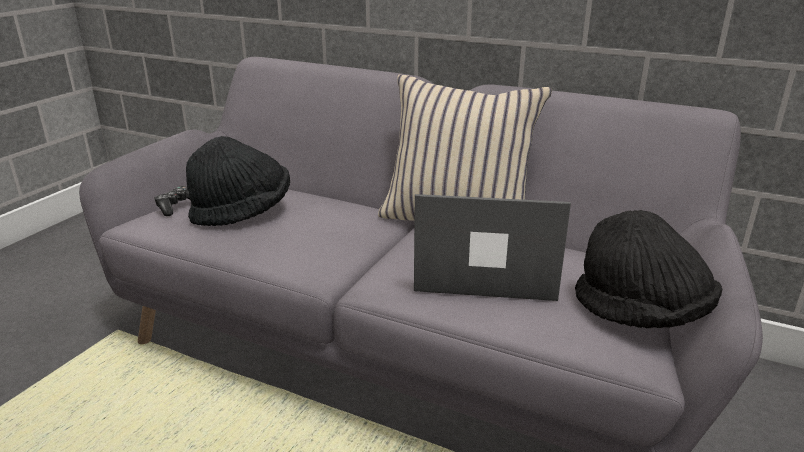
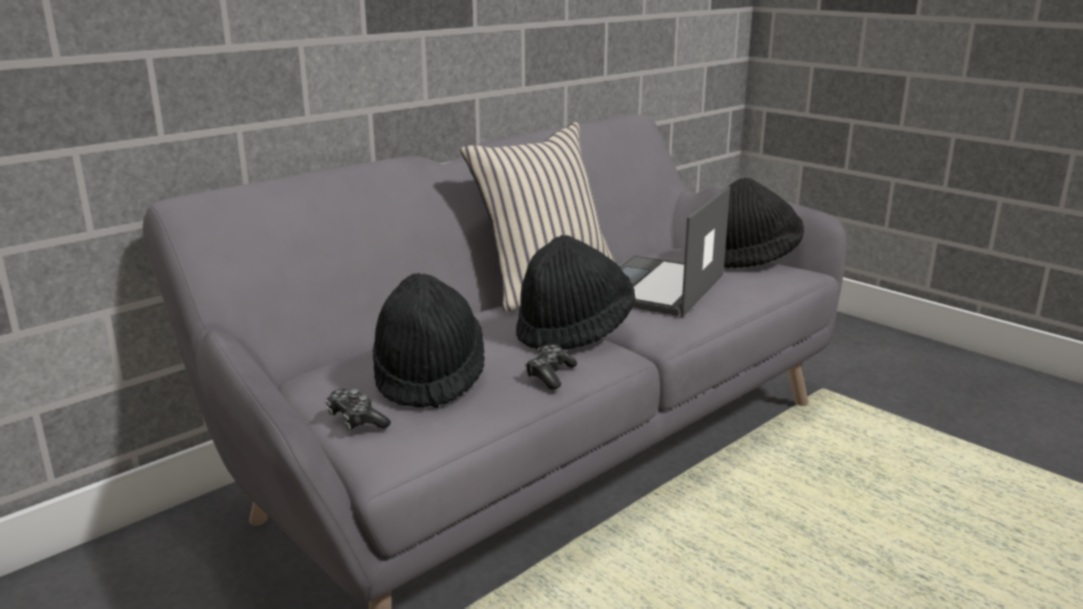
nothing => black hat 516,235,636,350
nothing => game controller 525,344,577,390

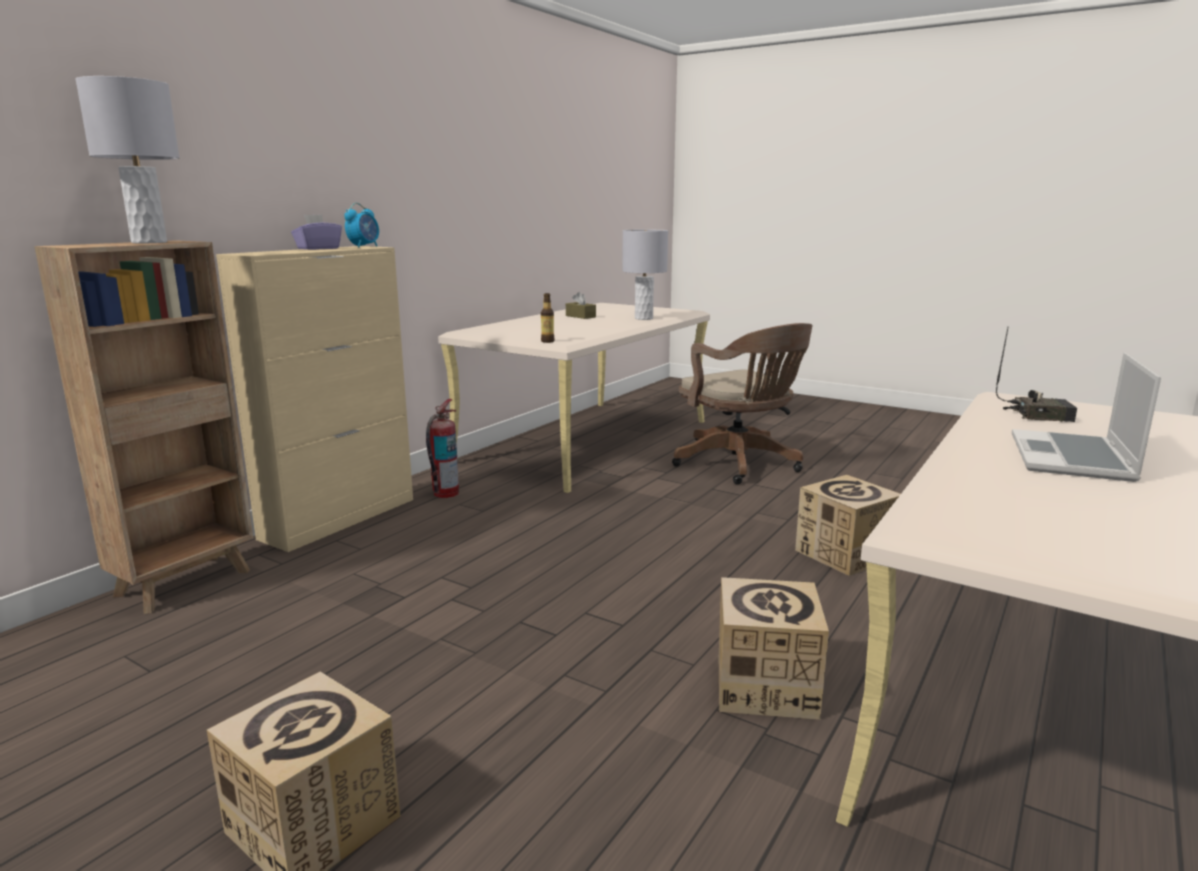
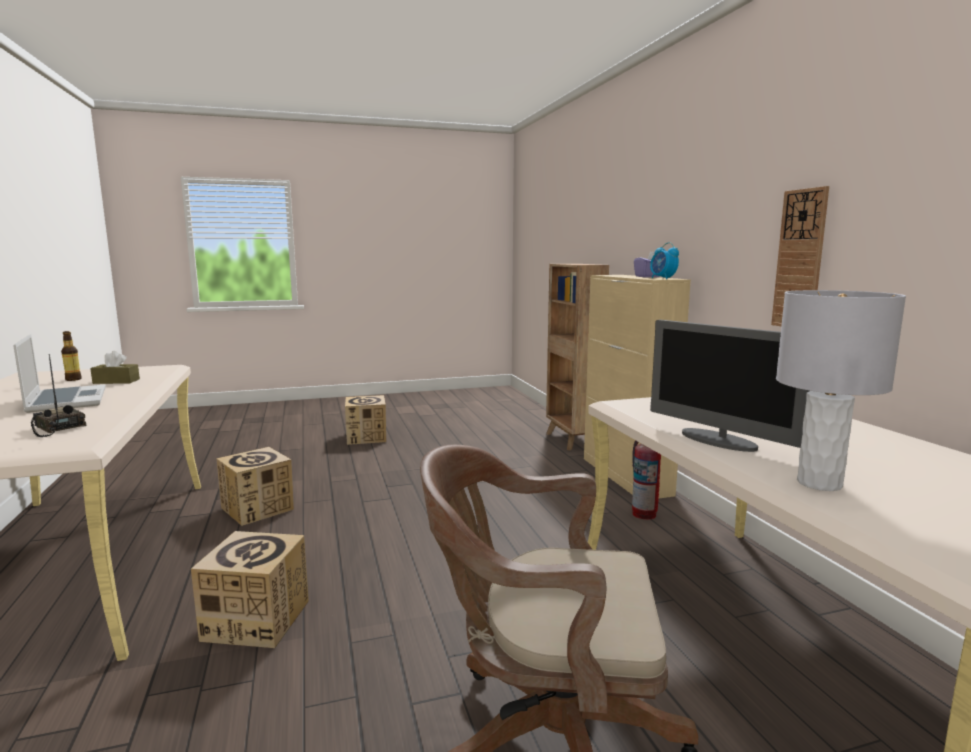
grey table lamp 75,76,180,243 => nothing
nothing => monitor 650,320,809,452
nothing => wall clock 771,186,829,326
bottle 541,293,555,343 => bottle 61,331,82,381, shifted
brown tissue box 566,292,596,319 => brown tissue box 90,351,140,384, shifted
radio 996,326,1077,422 => radio 31,354,87,437, 75 degrees clockwise

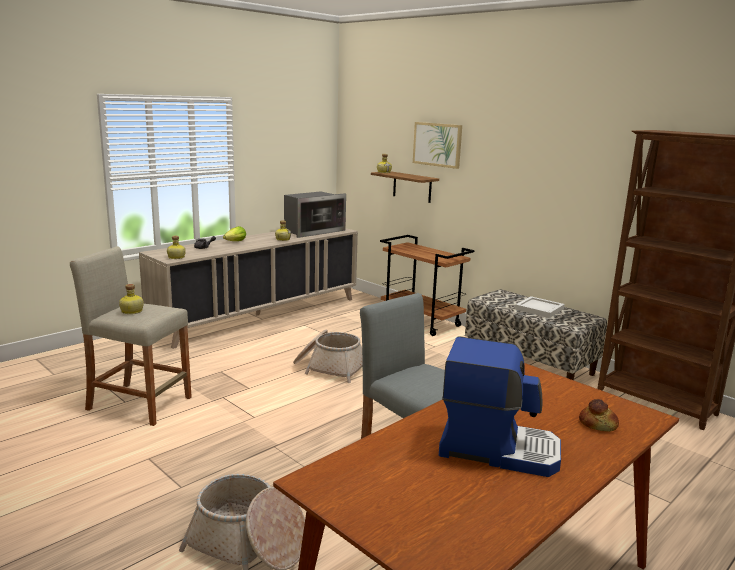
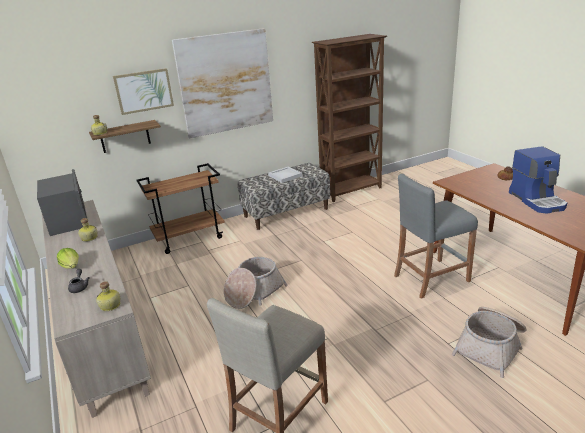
bottle 119,284,144,314 => nothing
nothing => picture 172,28,273,138
coffee machine 439,336,561,477 => coffee machine 509,146,567,214, 135 degrees clockwise

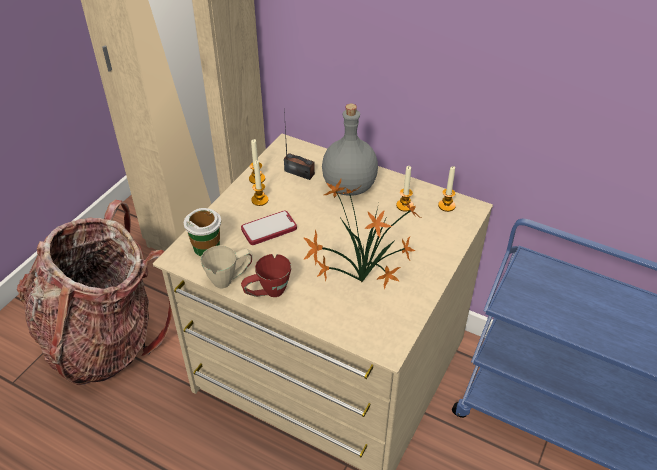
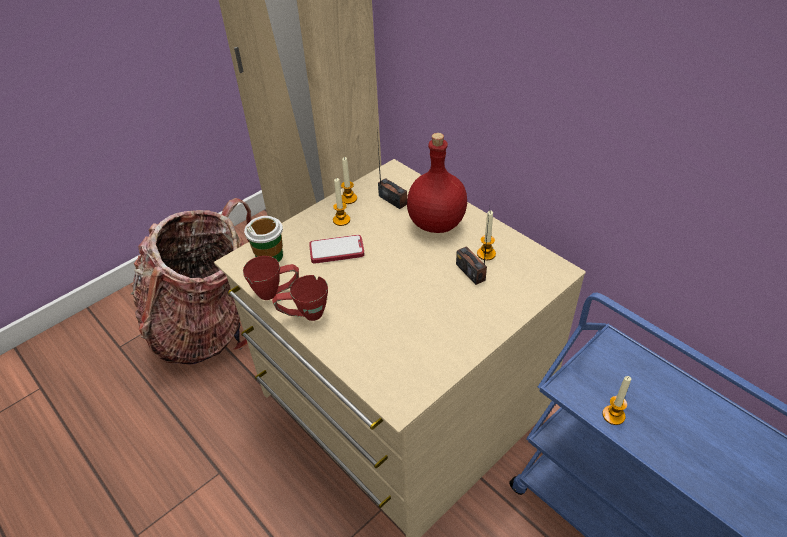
potted plant 303,179,422,289 => nothing
nothing => radio 456,206,490,285
candle 438,166,456,212 => candle 602,376,631,425, shifted
beige mug 201,246,252,288 => red mug 243,256,299,300
grey bottle 322,104,378,196 => red bottle 407,133,467,233

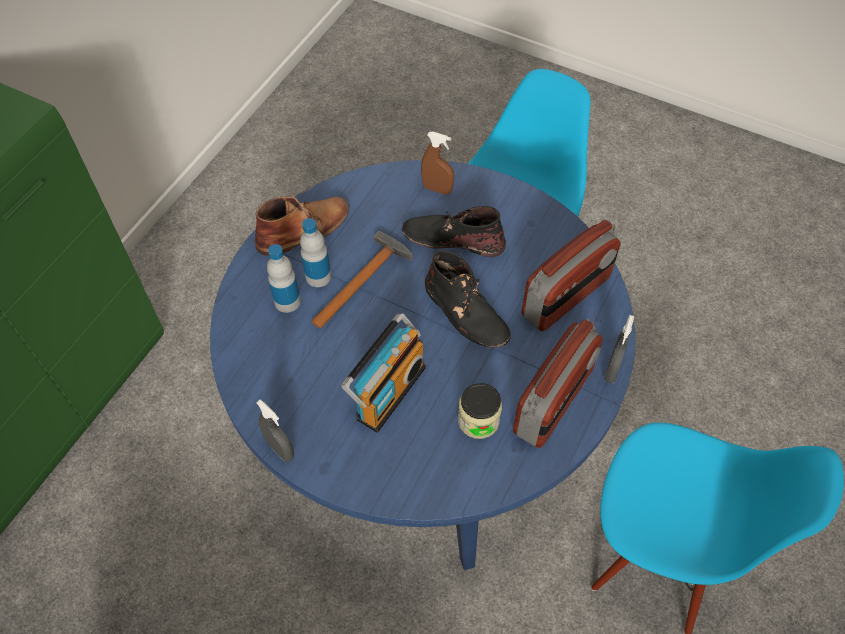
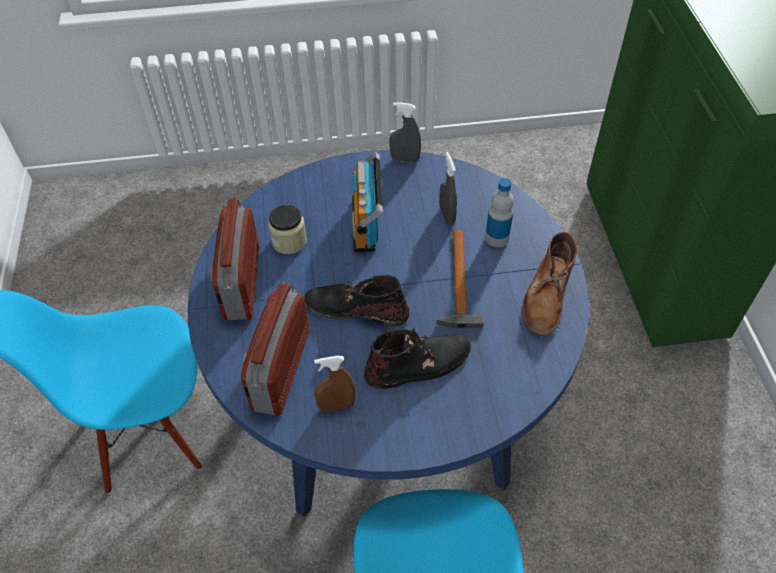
bottle 300,218,331,287 => nothing
brown spray bottle 421,132,454,195 => brown spray bottle 314,356,355,412, shifted
grey spray bottle 604,315,634,383 => grey spray bottle 439,152,457,225, shifted

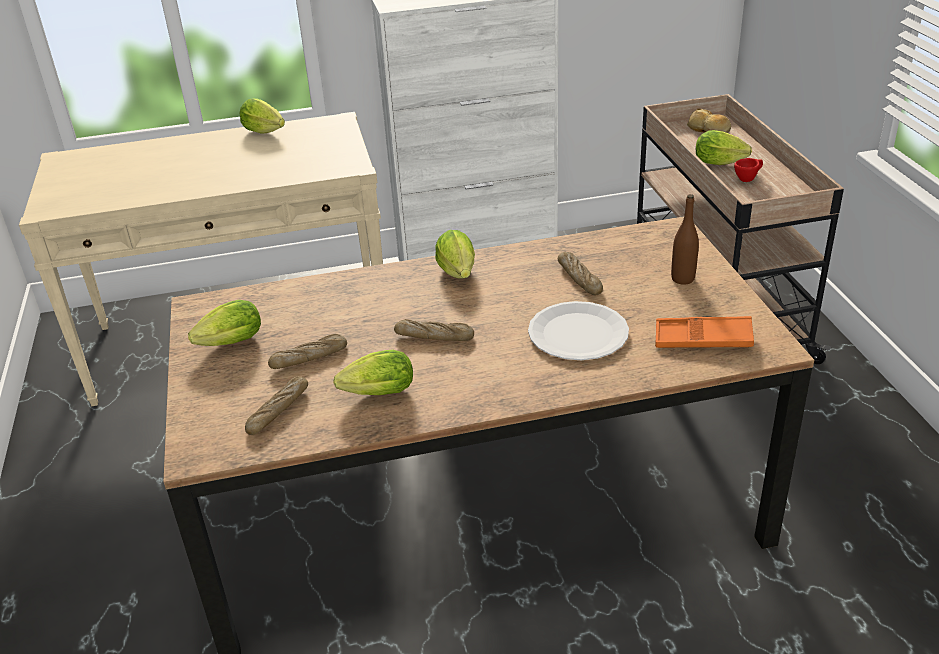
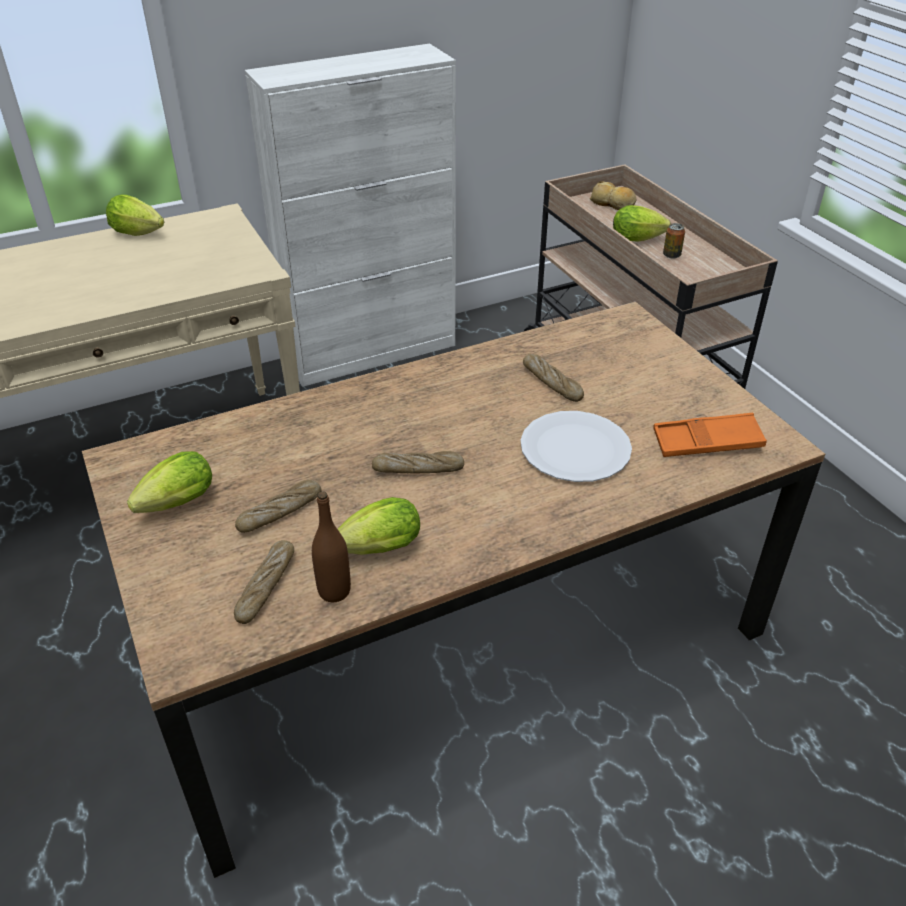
lettuce 435,230,475,279 => nothing
brown bottle 671,194,699,285 => brown bottle 312,492,351,602, shifted
red cup 734,158,763,182 => can 663,223,685,259

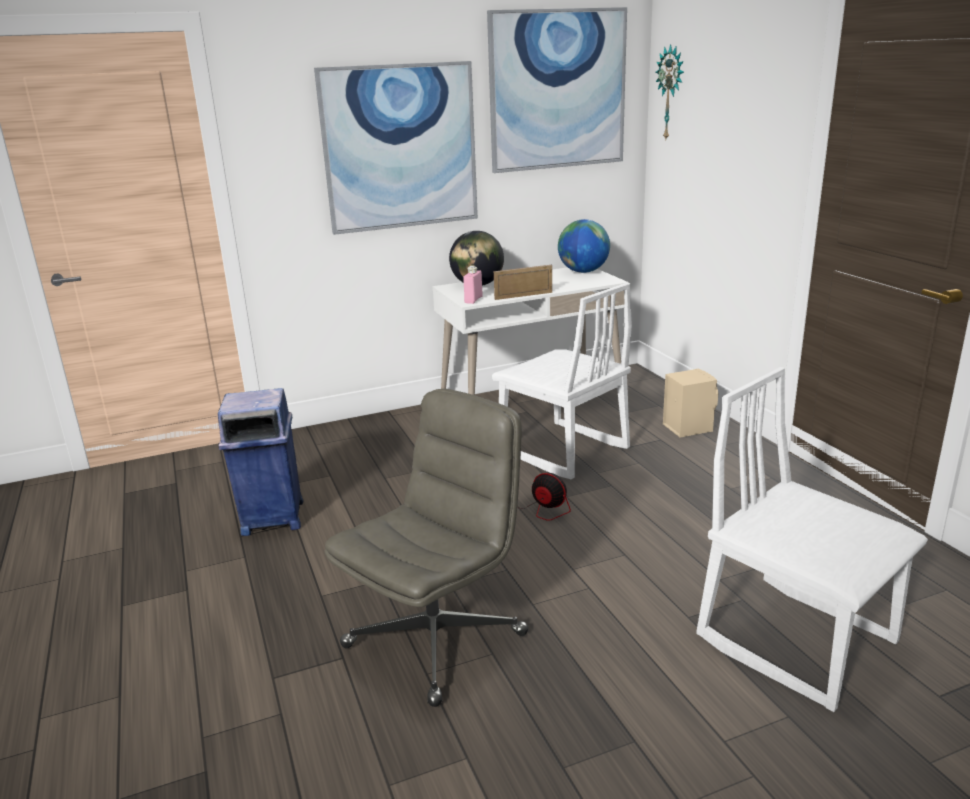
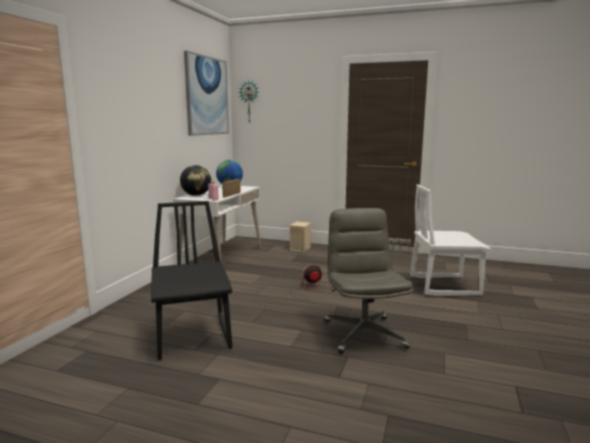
picture 314,61,478,235 => nothing
white chair 492,282,632,479 => nothing
blue trash can 218,388,303,536 => black chair 151,201,232,360

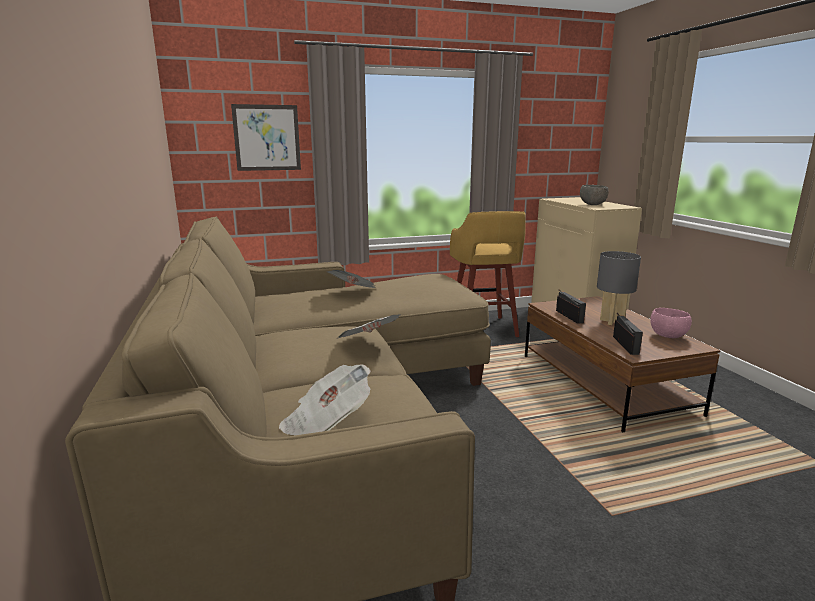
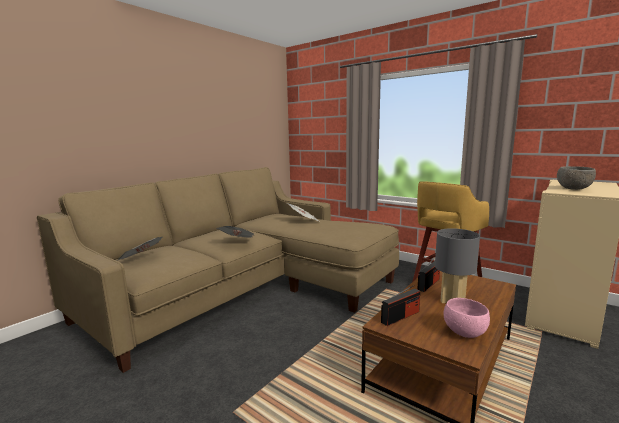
picture 231,104,301,171 => nothing

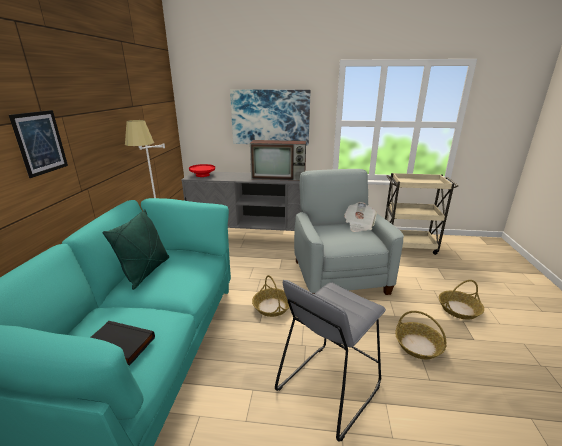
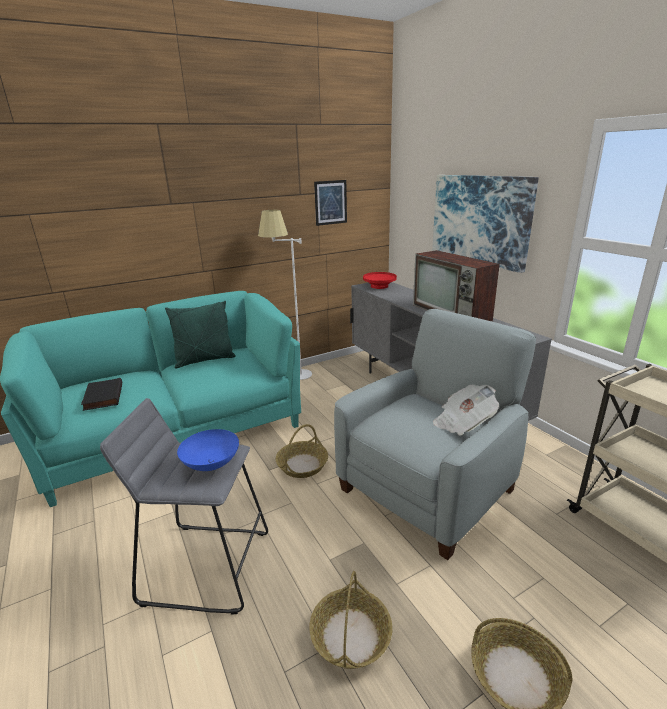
nothing => blue bowl 177,429,239,471
picture 9,110,68,178 => picture 314,180,347,226, shifted

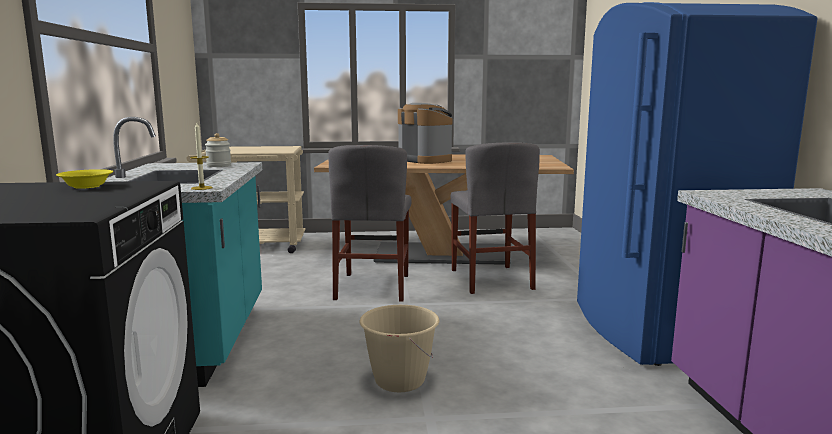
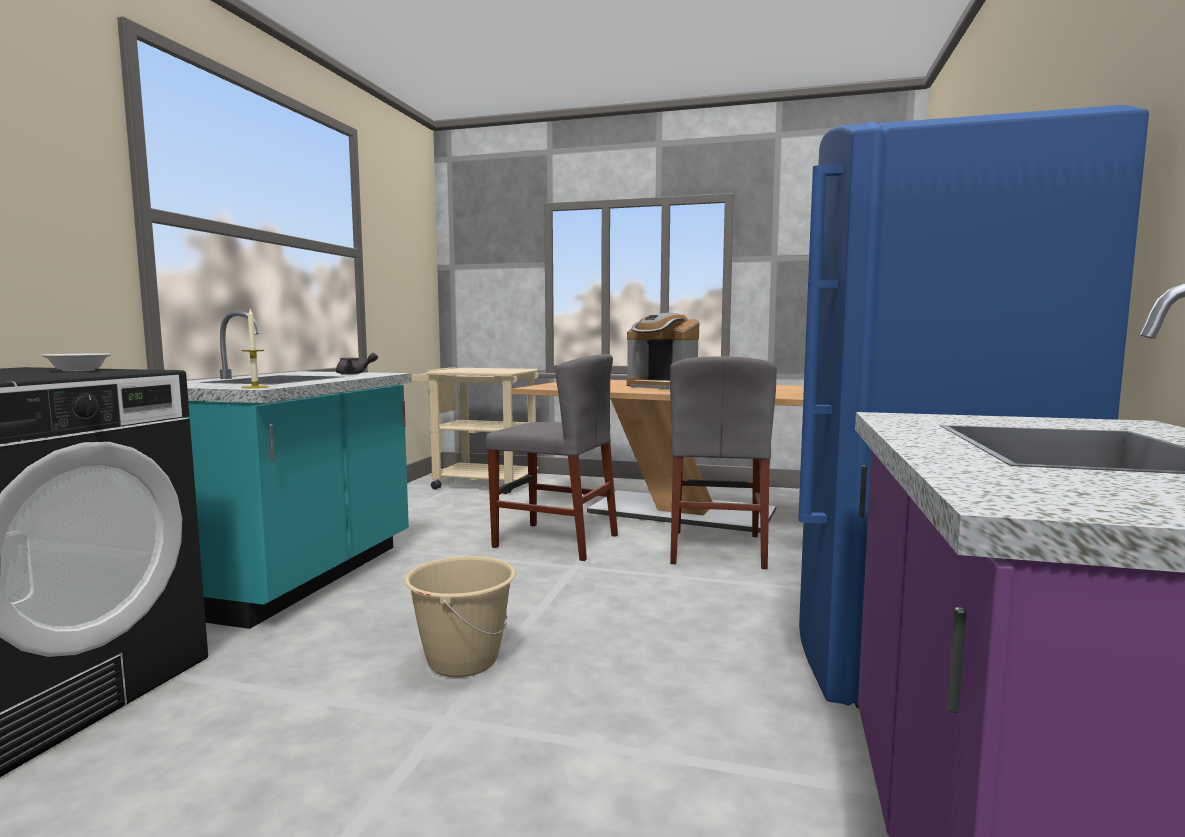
jar 205,133,231,167 => grey teapot 336,353,378,375
yellow bowl 56,169,113,189 => white bowl 41,354,112,371
grey chair 328,145,412,302 => grey chair 485,354,618,561, 90 degrees counterclockwise
coffee machine 398,103,452,164 => coffee machine 627,313,699,389, 150 degrees clockwise

